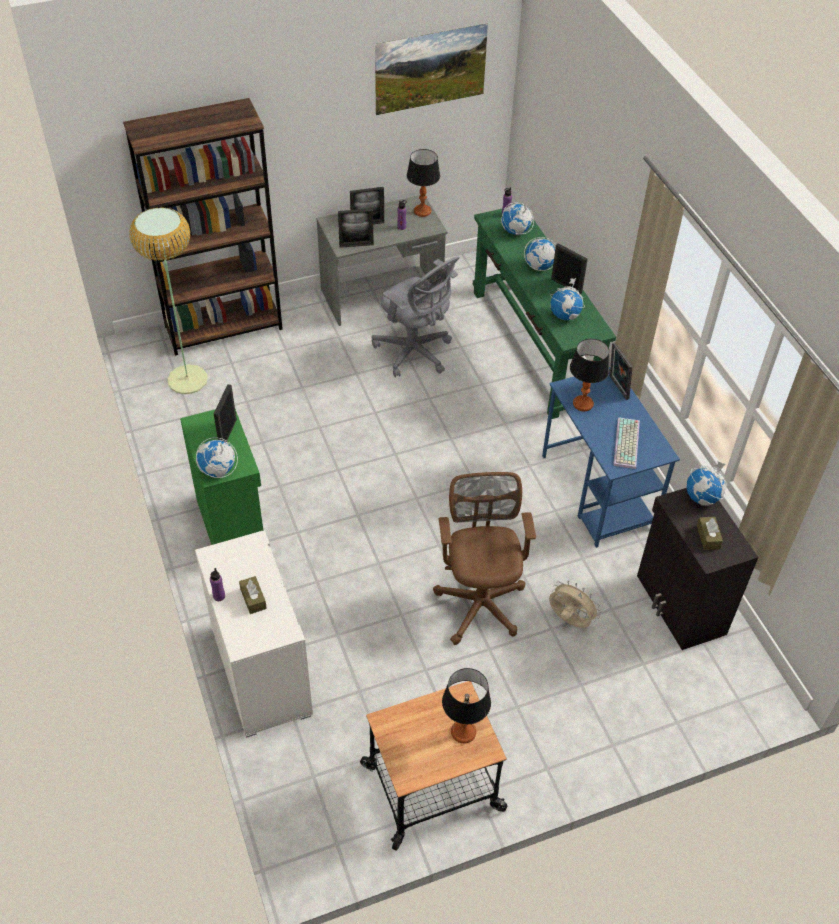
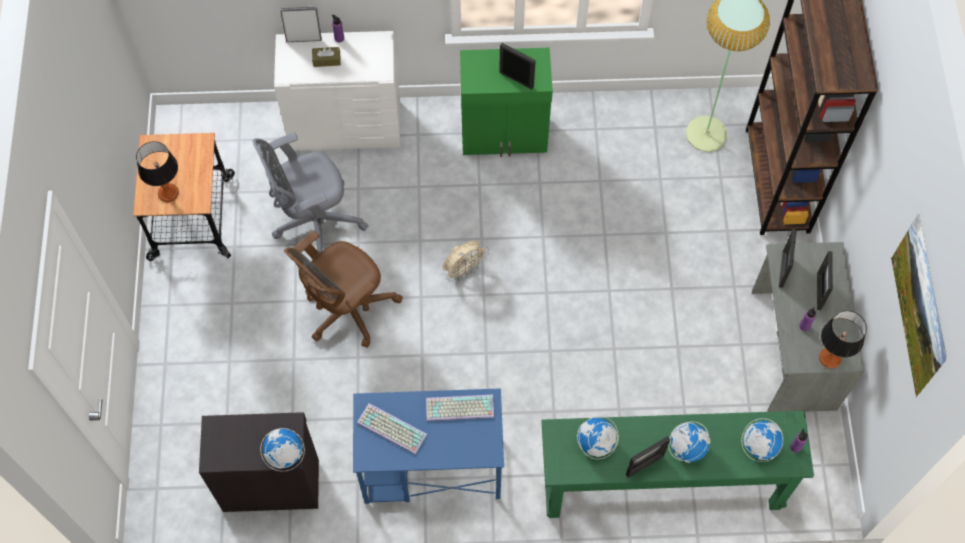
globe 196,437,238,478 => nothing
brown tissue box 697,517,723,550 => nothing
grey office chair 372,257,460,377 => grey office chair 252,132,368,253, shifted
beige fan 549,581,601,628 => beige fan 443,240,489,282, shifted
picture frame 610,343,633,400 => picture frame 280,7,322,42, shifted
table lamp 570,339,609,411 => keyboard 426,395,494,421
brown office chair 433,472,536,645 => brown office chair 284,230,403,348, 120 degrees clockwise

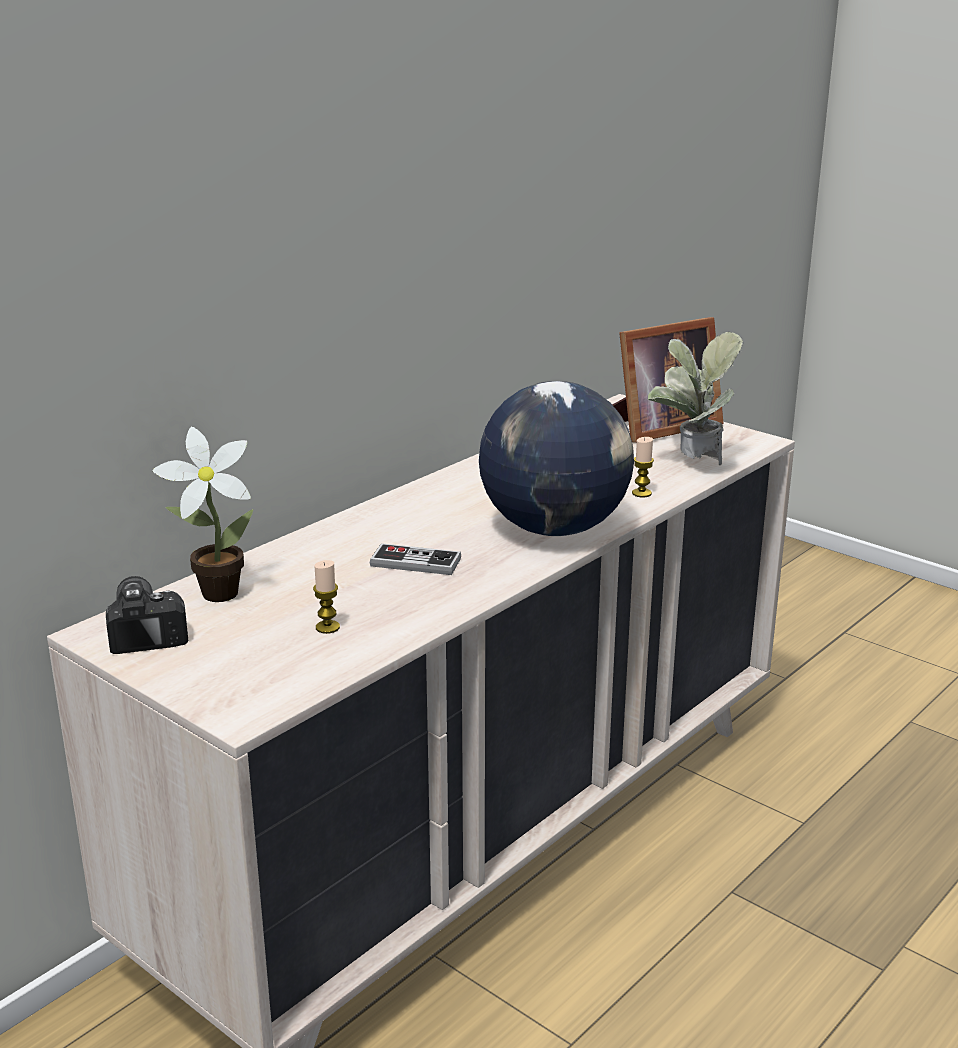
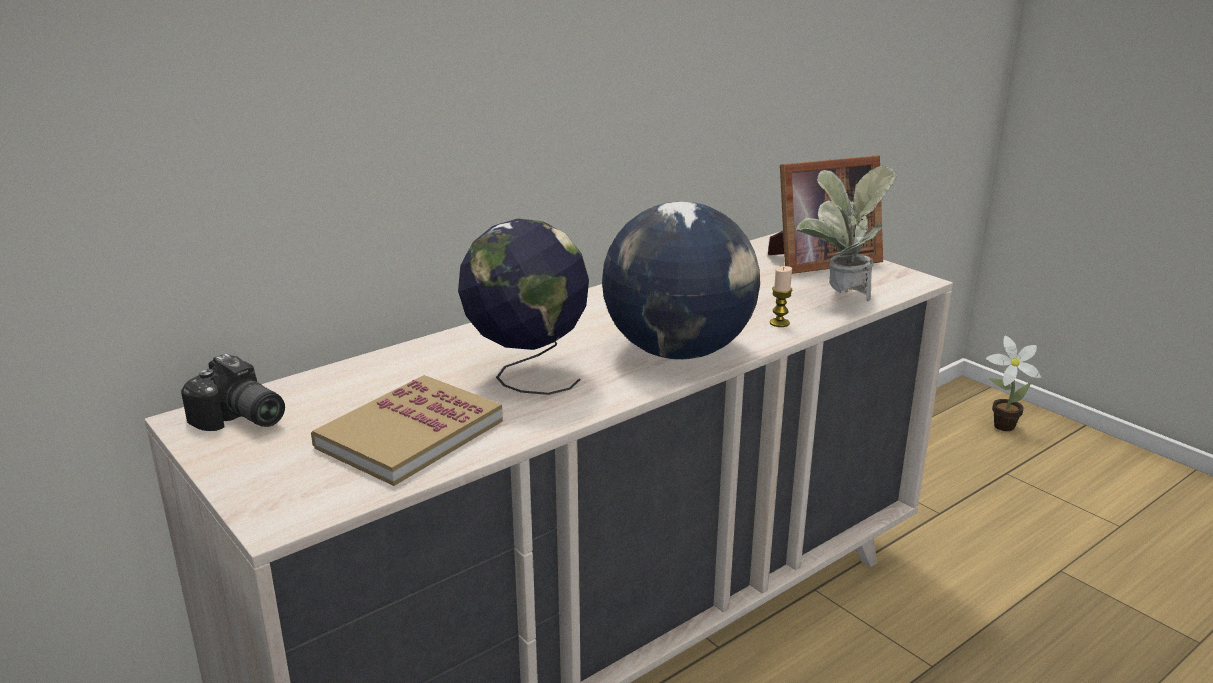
potted plant 152,427,253,602 => potted plant 986,336,1041,431, shifted
candle 313,560,340,634 => book 311,375,503,486
game controller 370,543,461,575 => globe 458,218,589,395
photo camera 106,576,188,654 => photo camera 181,354,285,431, 135 degrees clockwise

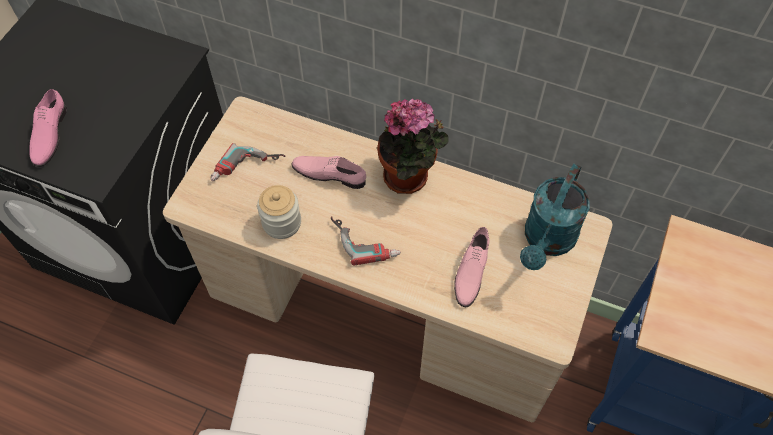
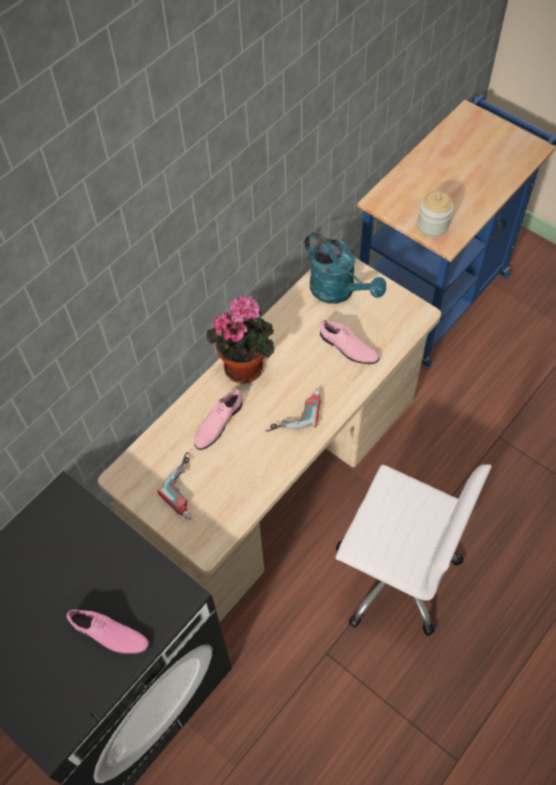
jar 257,185,301,239 => jar 417,191,453,237, shifted

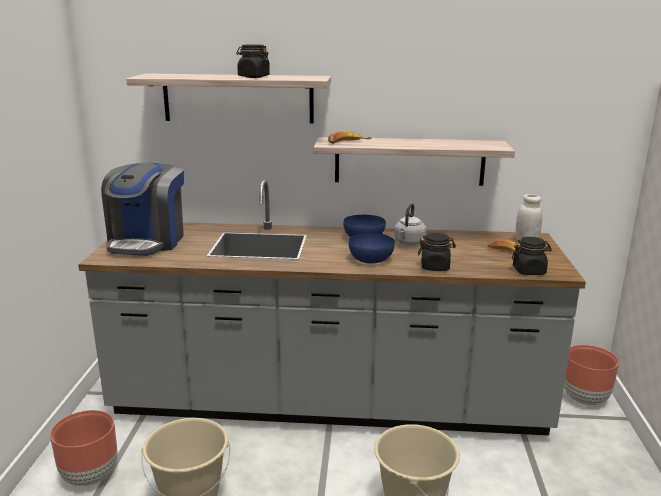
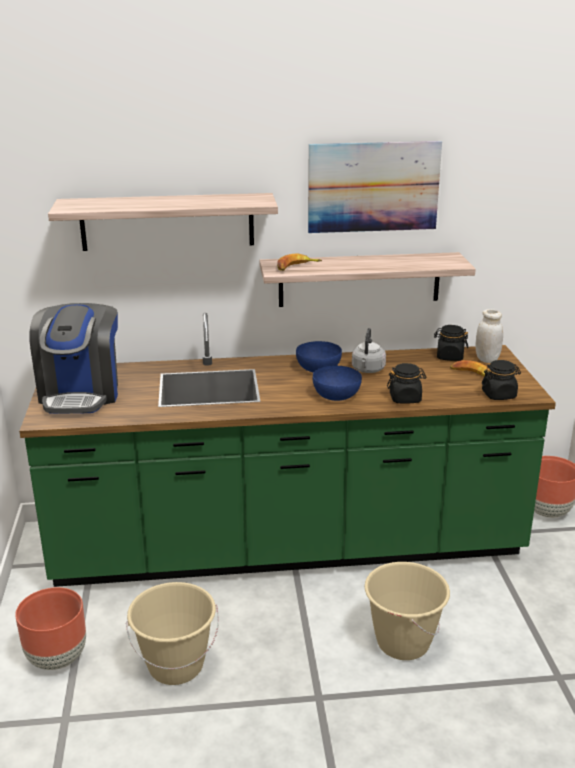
nothing => picture 308,141,442,233
black jar 236,44,270,78 => black jar 434,325,468,361, shifted
grey counter 78,180,586,435 => green counter 19,313,556,587

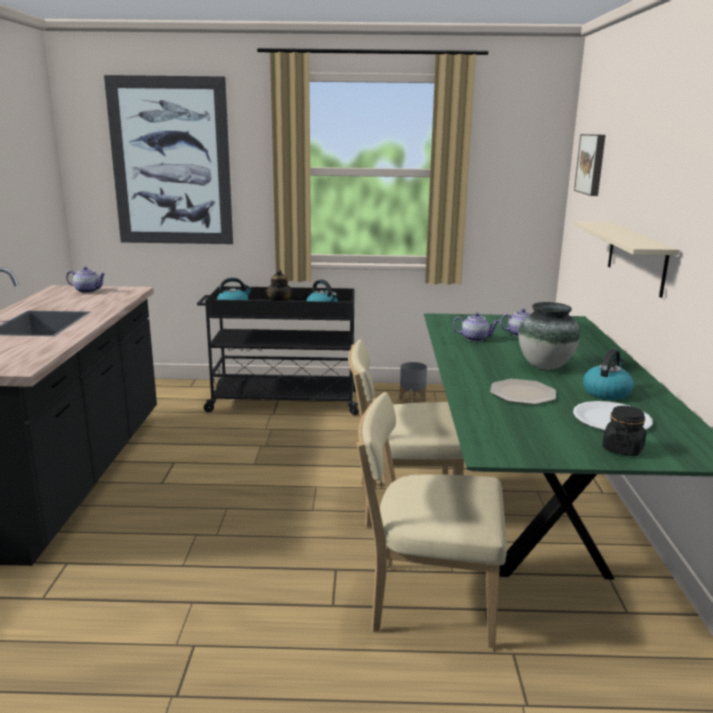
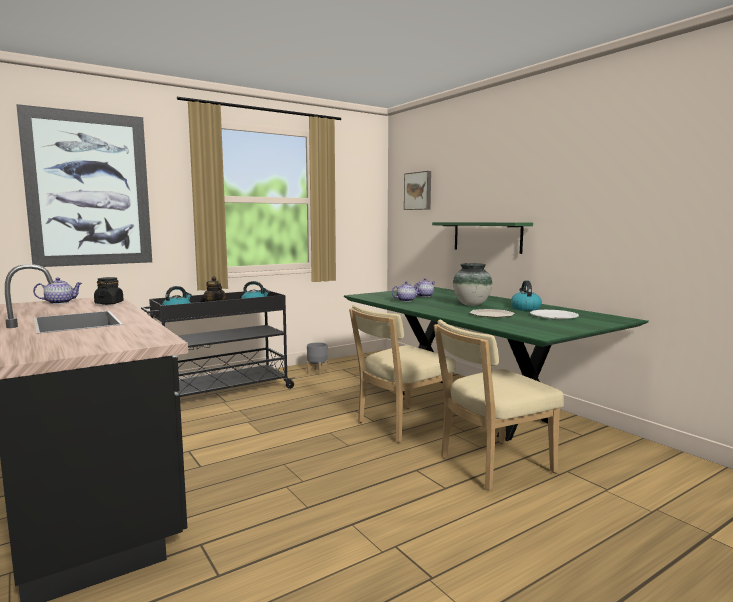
black jar 602,406,646,456 => black jar 94,277,124,305, shifted
beige shelf 574,221,679,298 => green shelf 432,222,533,254

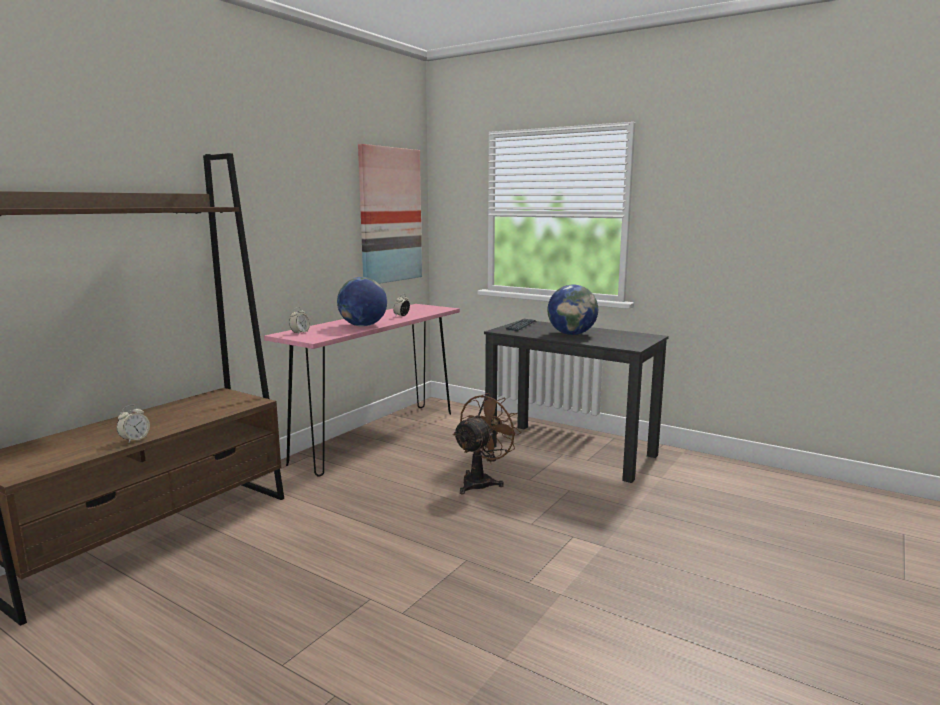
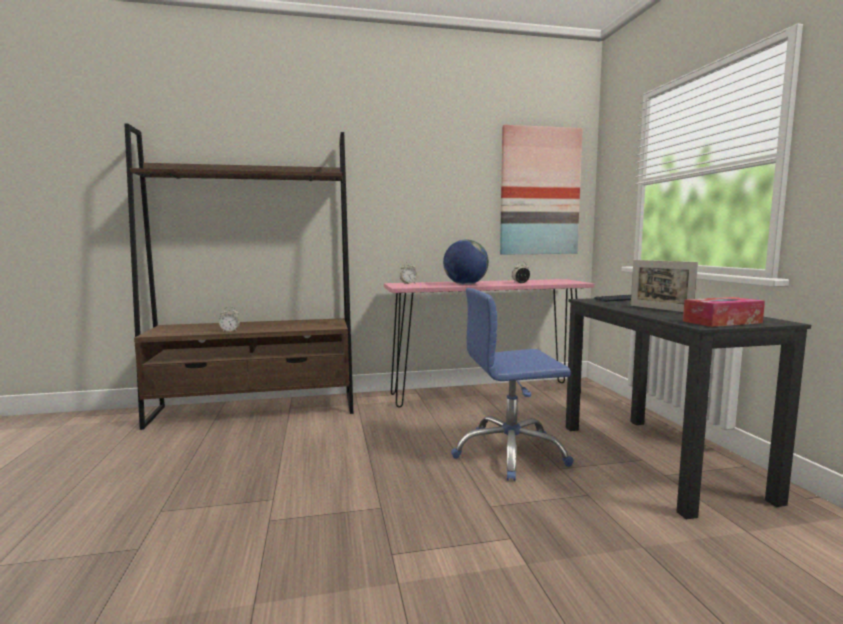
nothing => tissue box 683,297,765,327
brown fan 453,393,522,494 => blue office chair 451,288,574,481
globe 547,285,598,335 => picture frame 631,260,698,312

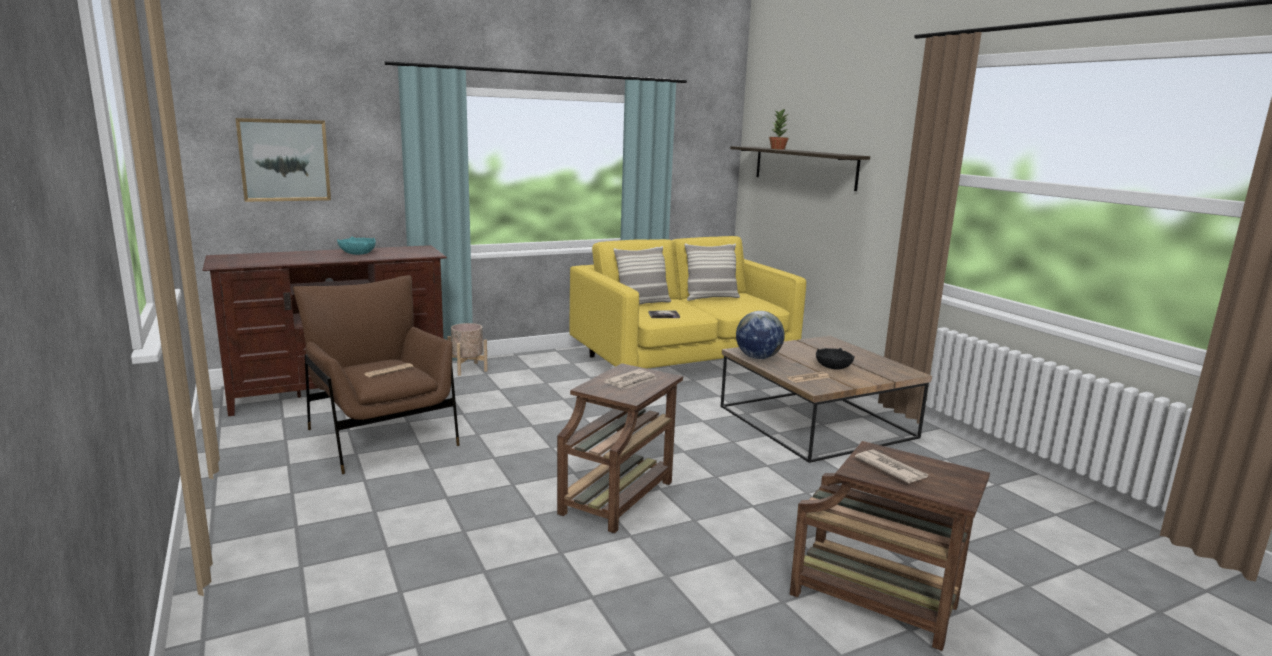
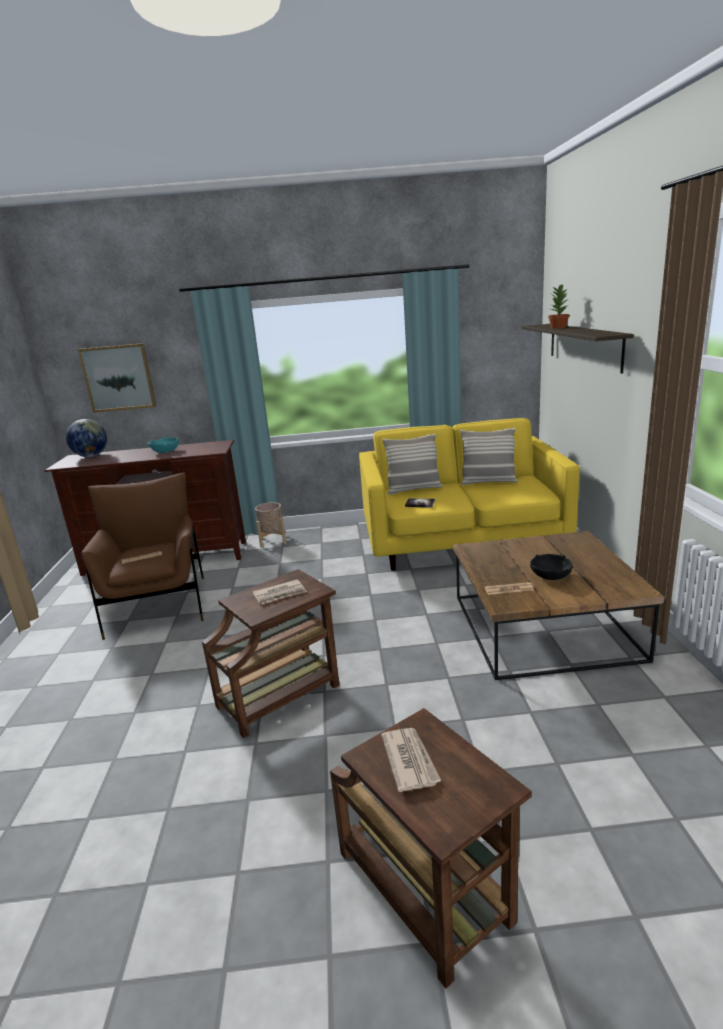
globe 736,311,785,359 => globe 66,419,107,457, shifted

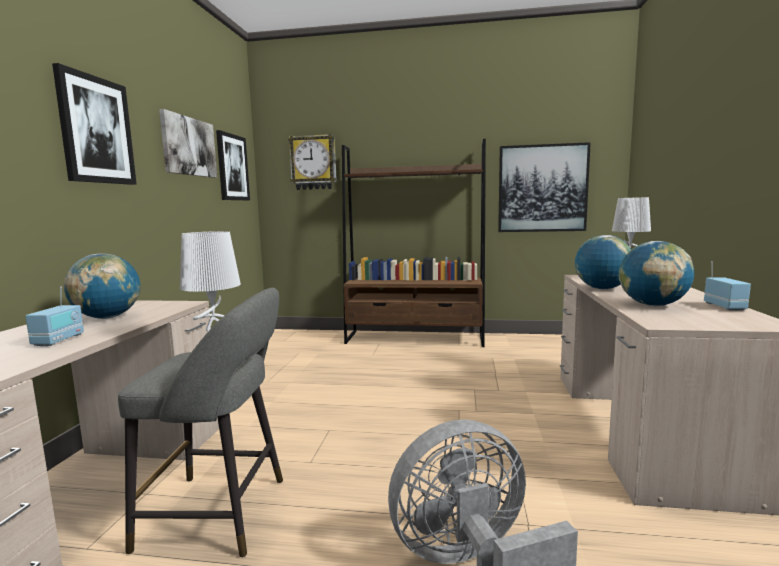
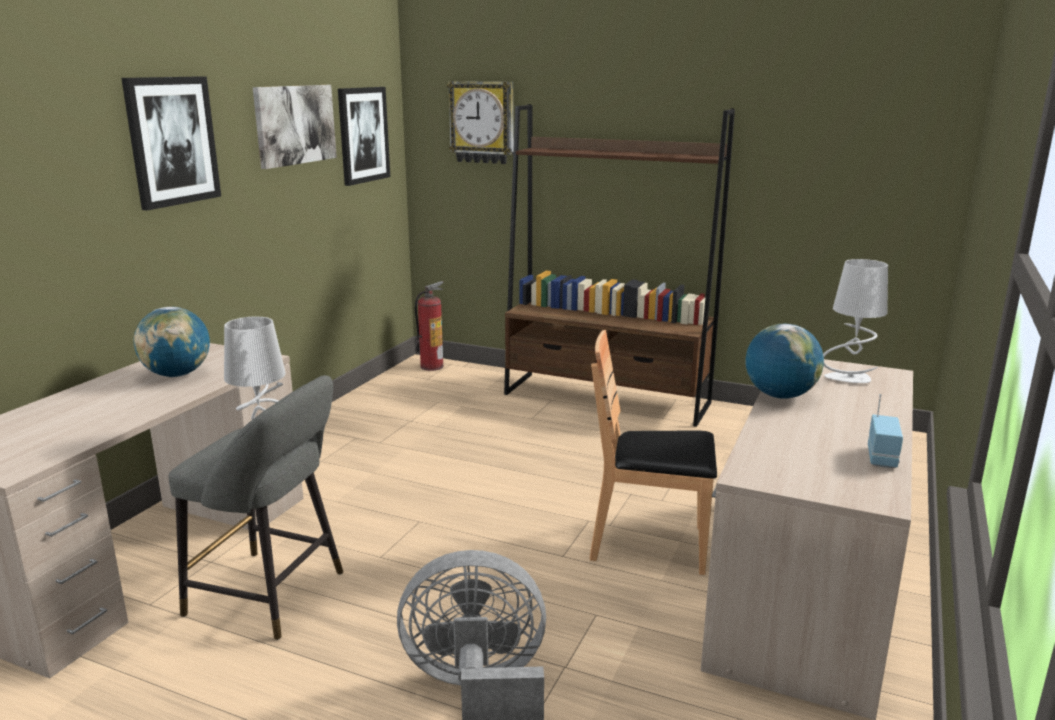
radio 25,286,84,346 => nothing
picture 498,142,591,232 => nothing
globe 618,241,694,306 => nothing
nothing => fire extinguisher 415,281,444,371
nothing => brown chair 590,330,717,575

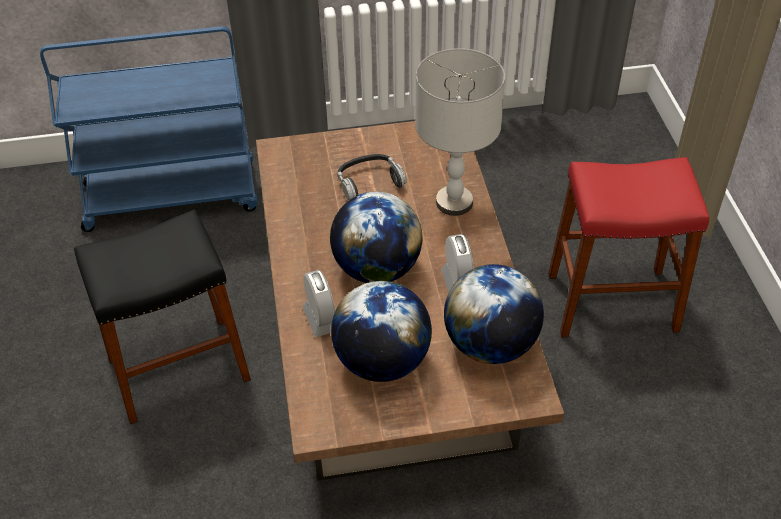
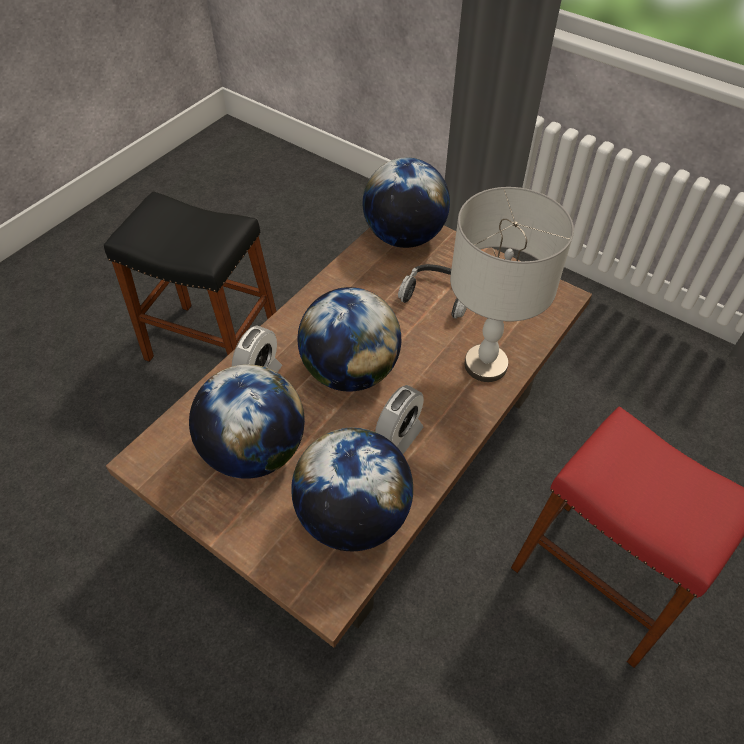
blue cart 40,26,258,232 => nothing
nothing => globe 362,158,450,248

